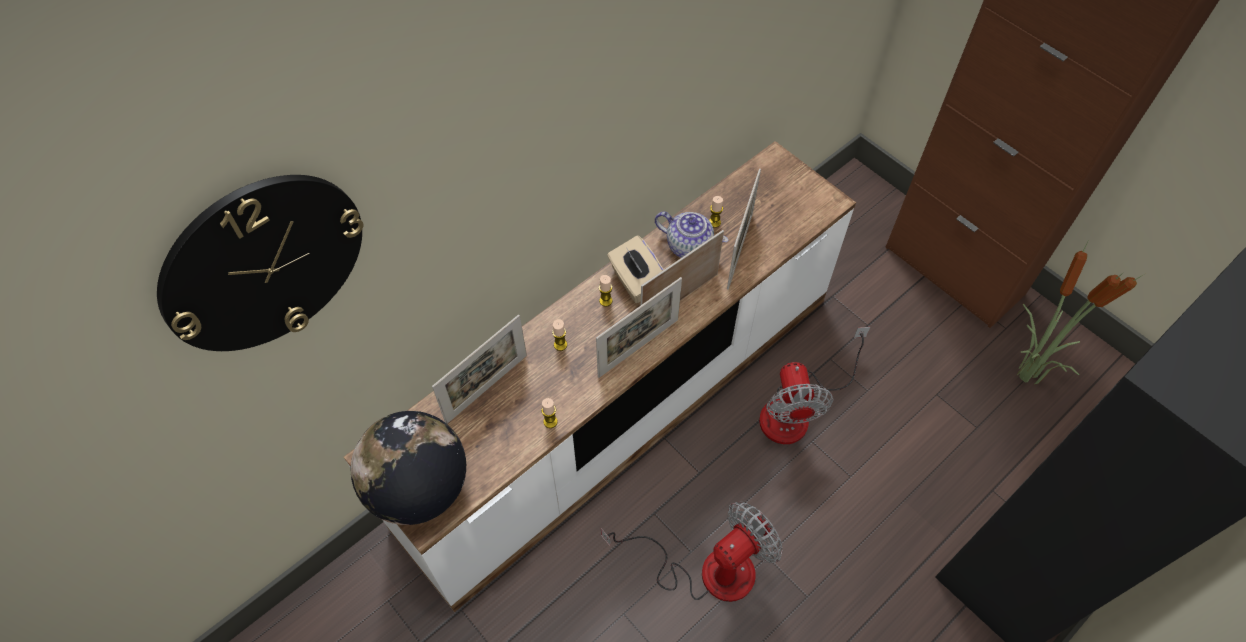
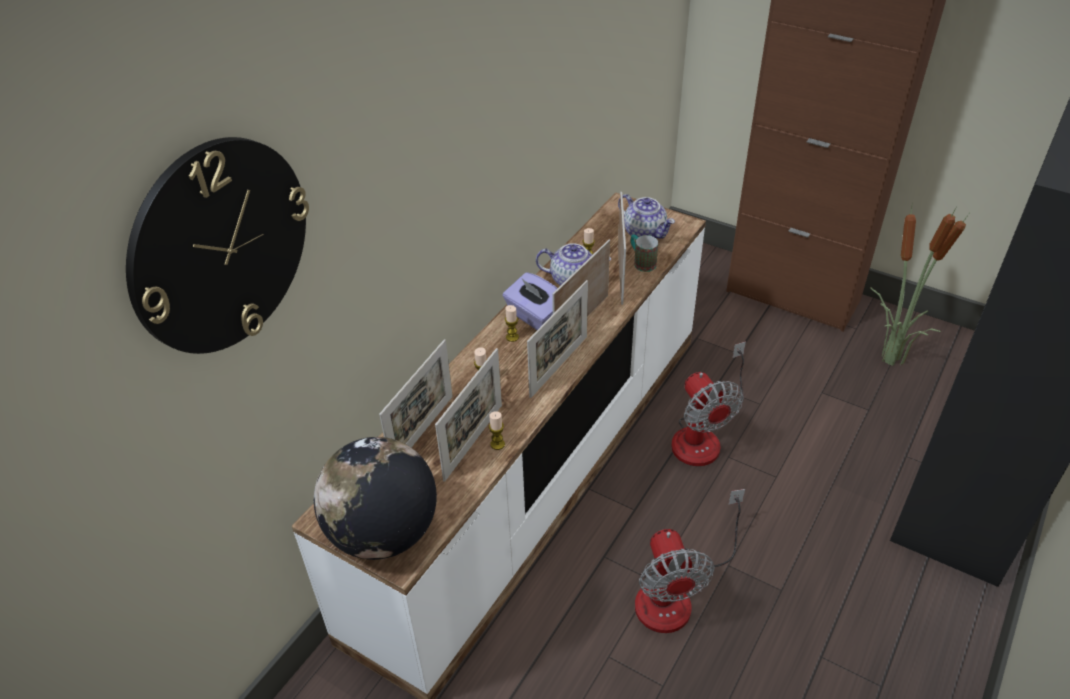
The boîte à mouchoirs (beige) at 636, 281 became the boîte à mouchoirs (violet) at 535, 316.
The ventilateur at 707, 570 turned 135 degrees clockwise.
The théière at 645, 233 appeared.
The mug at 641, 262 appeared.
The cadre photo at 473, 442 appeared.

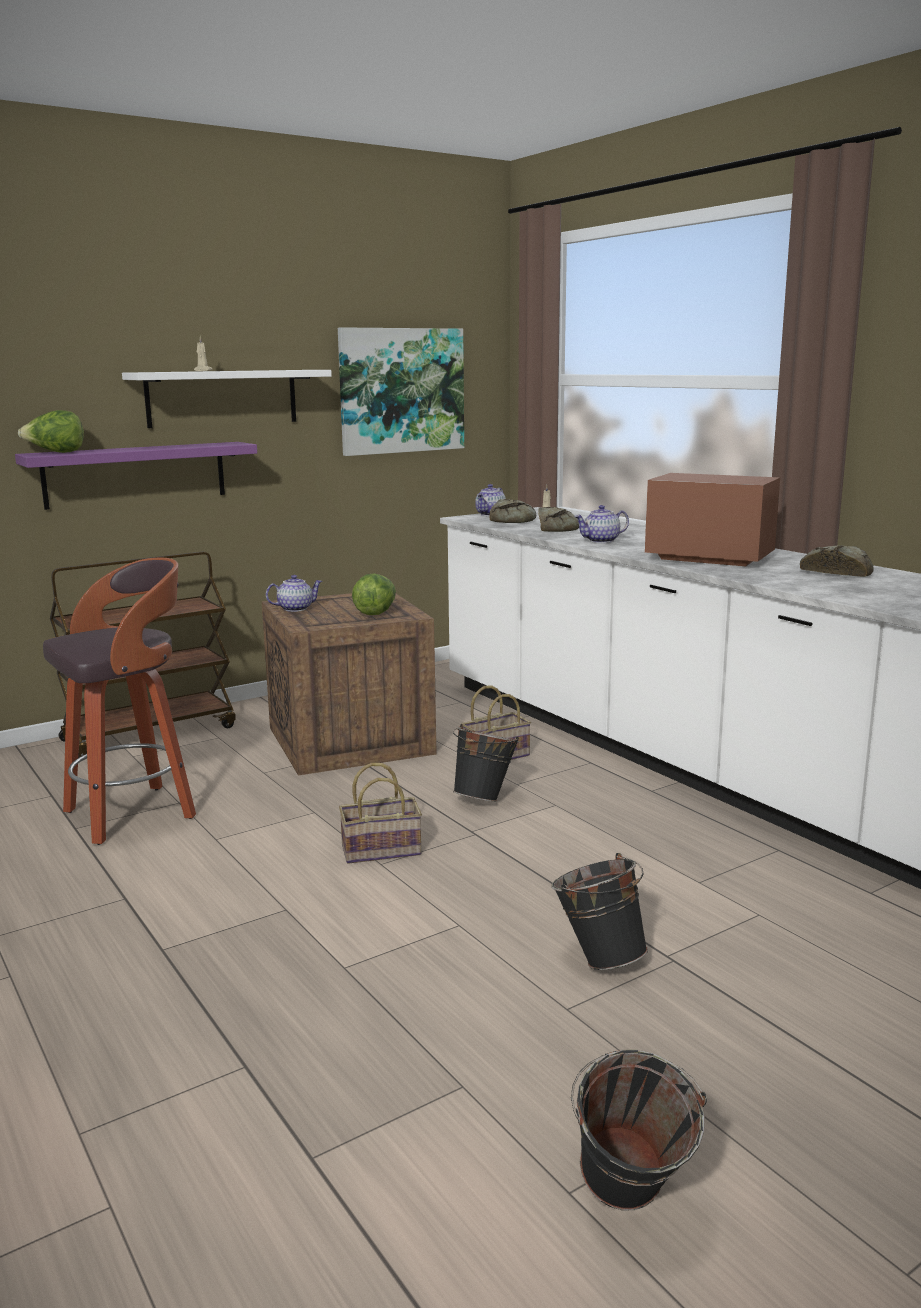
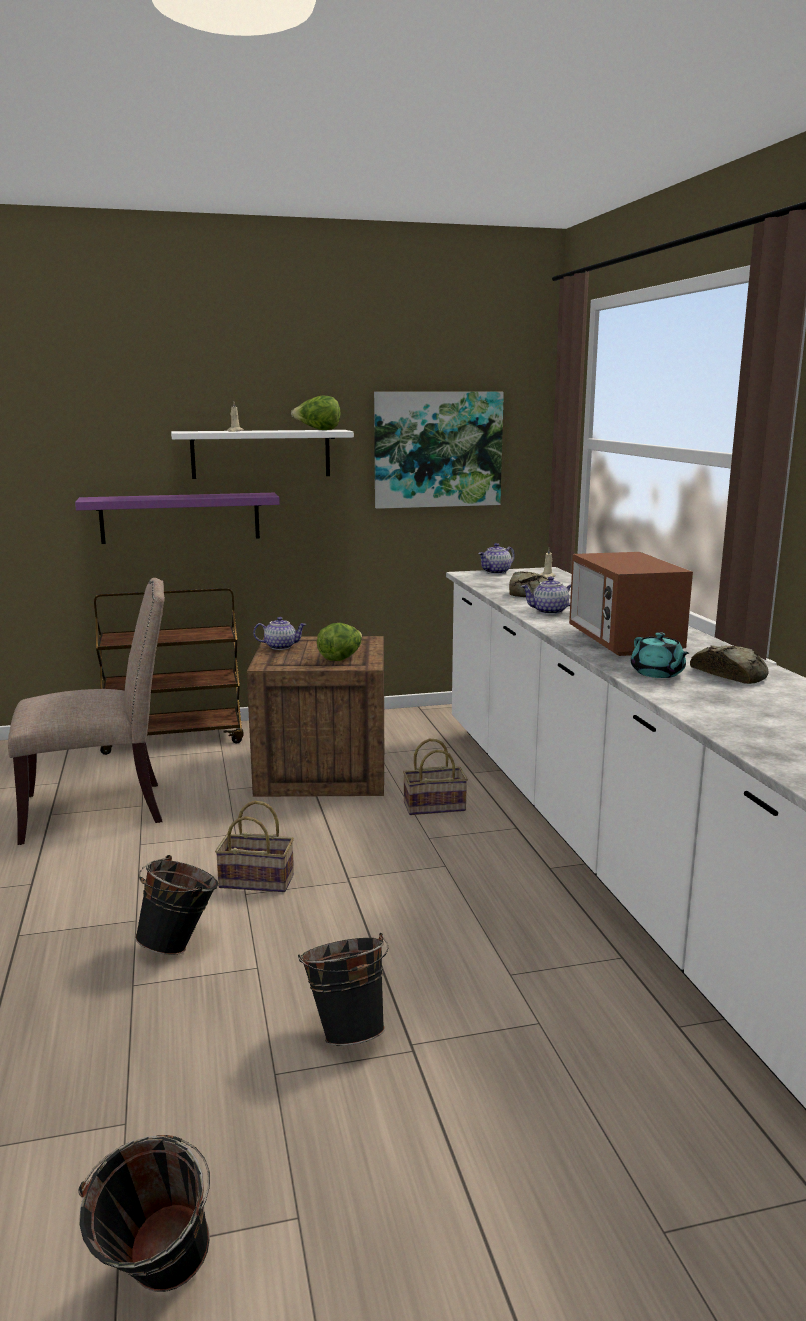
The laitue moved from 56, 453 to 318, 430.
The micro-ondes at 709, 558 turned 150 degrees counterclockwise.
The pain at 514, 520 disappeared.
The tabouret at 133, 814 was replaced by the chaise (beige) at 101, 809.
The seau (noir) moved from 485, 798 to 180, 945.
The théière (turquoise) at 657, 673 appeared.

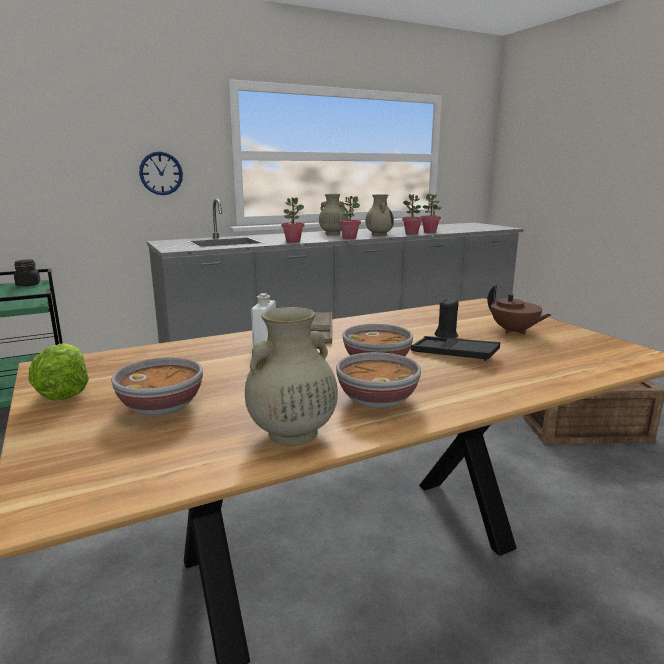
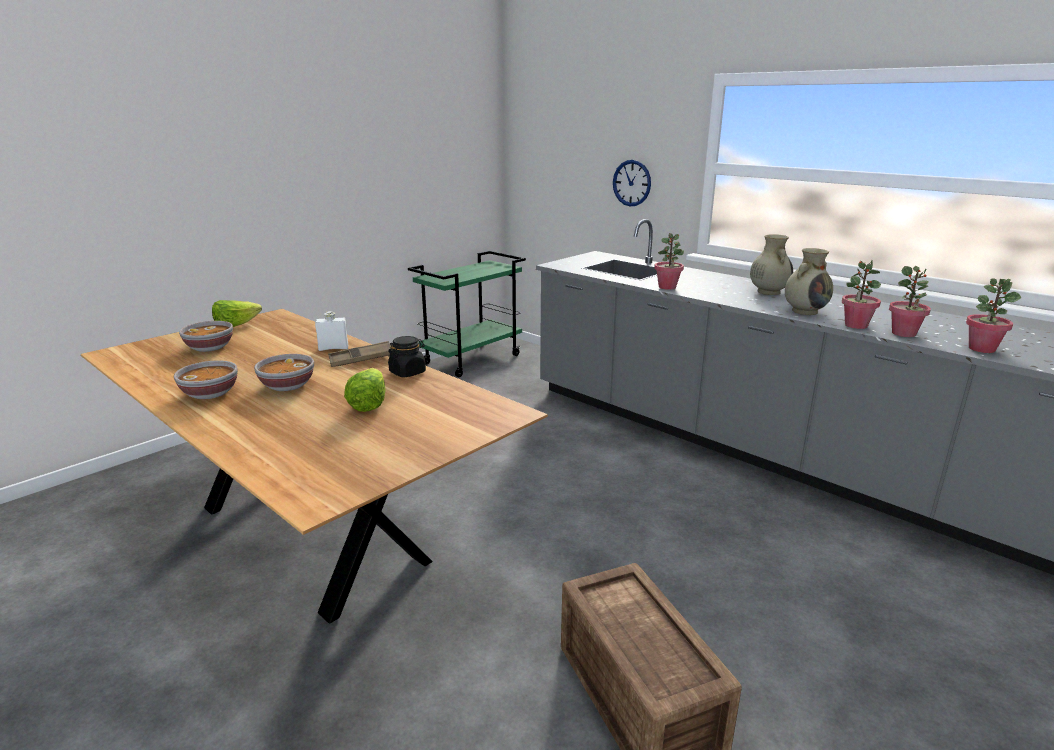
The plante en pot moved from 349, 238 to 981, 349.
The bocal (noir) moved from 28, 284 to 407, 372.
The théière (marron) at 514, 331 disappeared.
The bougie (noir) at 446, 335 was replaced by the laitue at 369, 403.
The vase (beige) at 291, 434 disappeared.
The plateau (noir) at 454, 354 disappeared.

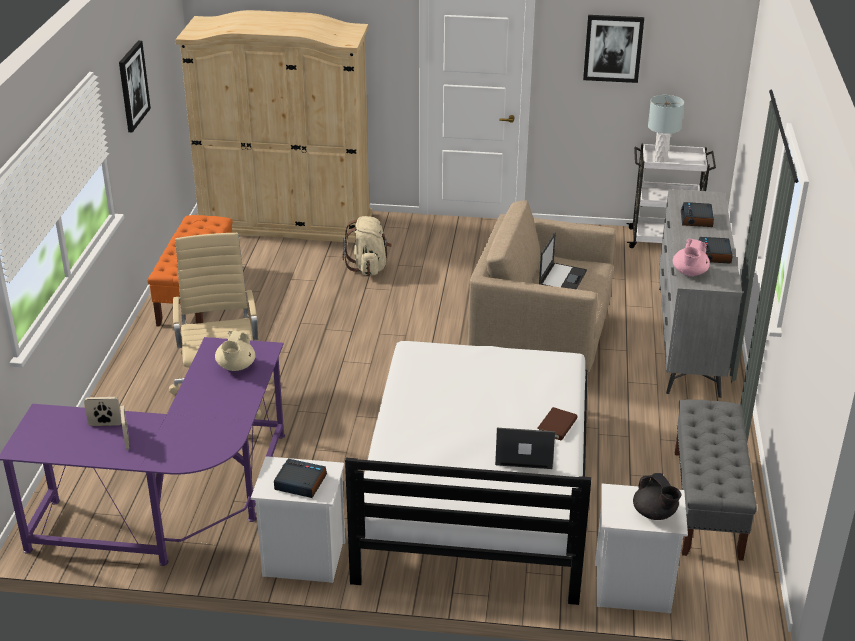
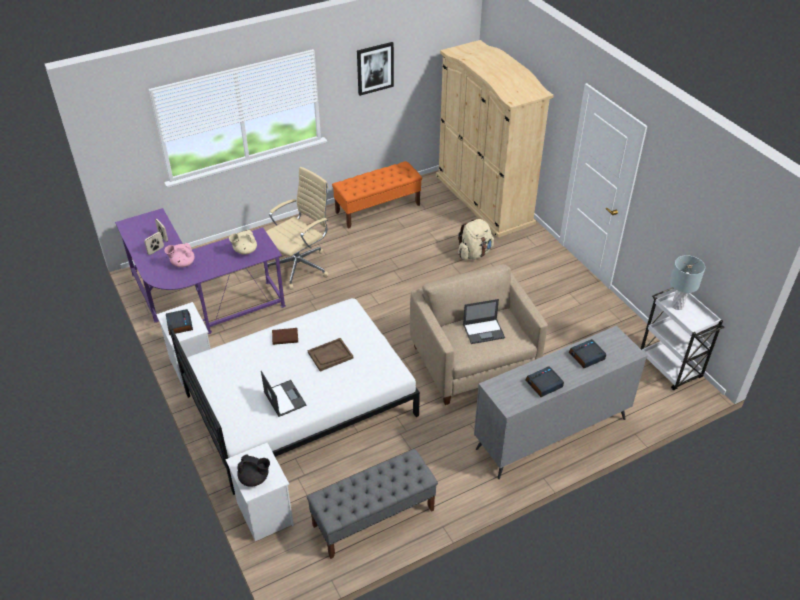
The tableau at 613, 48 disappeared.
The théière (rose) moved from 689, 273 to 182, 263.
The livre (marron) moved from 557, 426 to 285, 337.
The théière (noir) at 655, 513 turned 105 degrees counterclockwise.
The plateau (marron) at 330, 355 appeared.

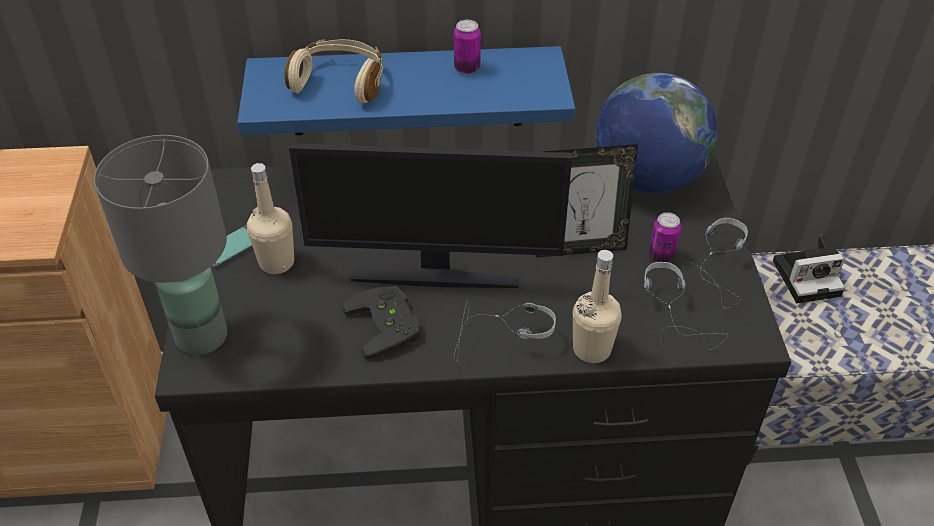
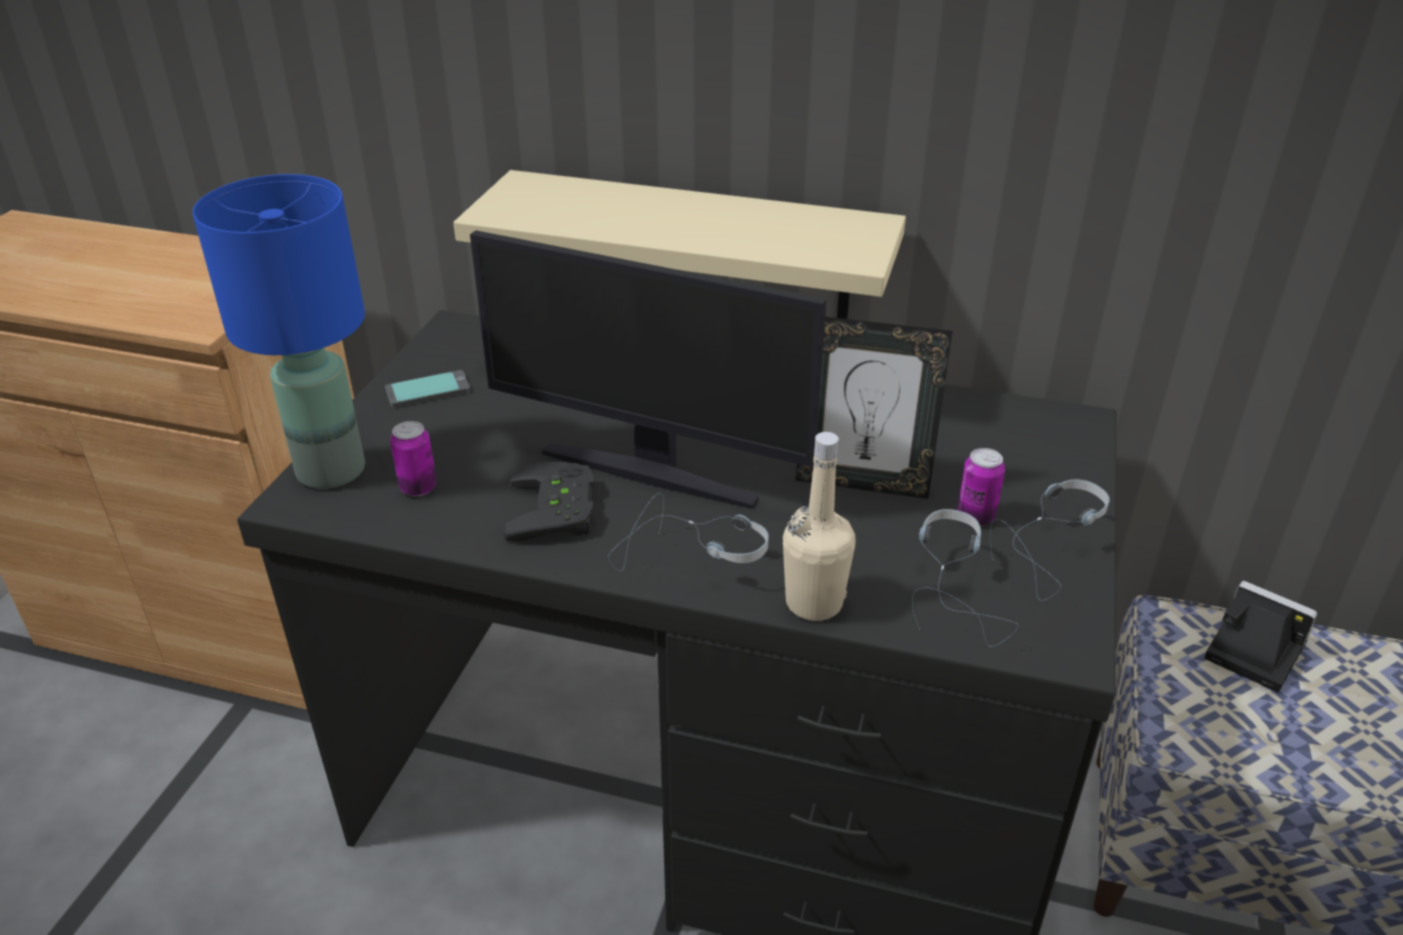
The boîte métallique moved from 467, 68 to 418, 488.
The casque audio (beige) at 340, 82 disappeared.
The étagère (bleu) at 407, 91 became the étagère (beige) at 700, 249.
The globe at 647, 178 disappeared.
The lampe de table (gris) at 200, 337 became the lampe de table (bleu) at 329, 471.
The bouteille (beige) at 276, 262 disappeared.
The appareil photo at 808, 277 turned 150 degrees counterclockwise.

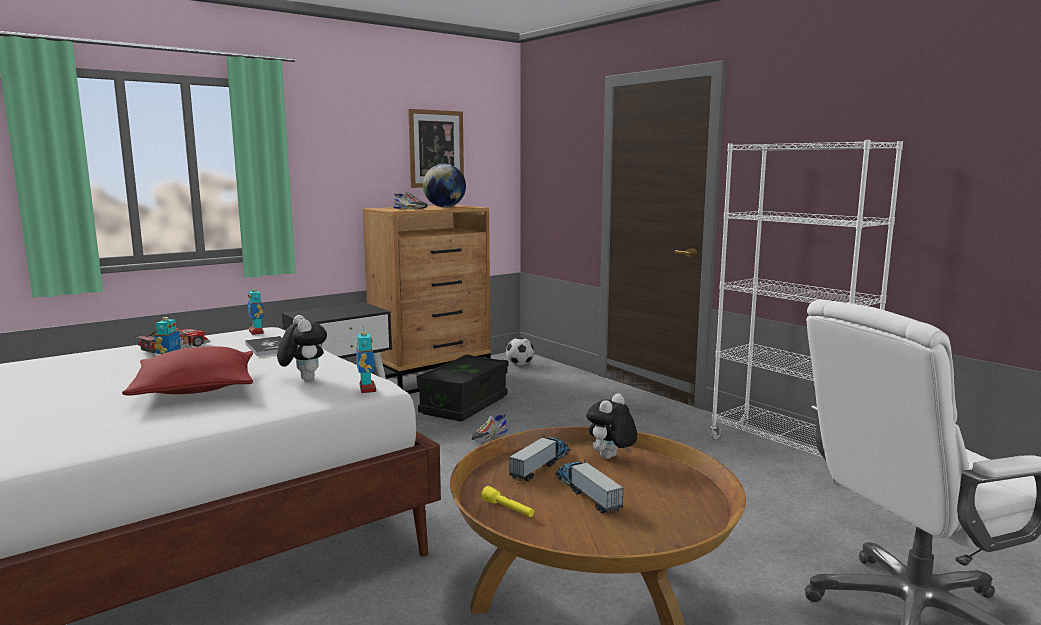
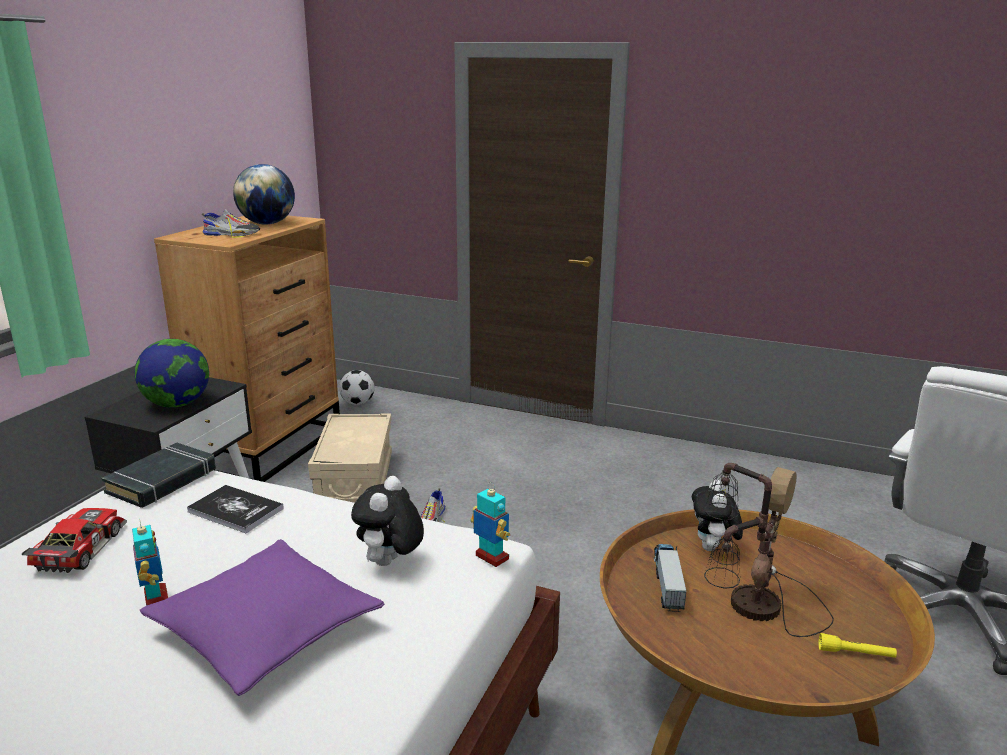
The tableau at 436, 149 disappeared.
The bibliothèque (blanc) at 786, 453 disappeared.
The robot jouet at 256, 332 was replaced by the livre (noir) at 162, 481.
The peluche at 303, 379 turned 105 degrees counterclockwise.
The coussin (rouge) at 195, 388 became the coussin (violet) at 265, 629.
The boîte de rangement (noir) at 464, 405 became the boîte de rangement (beige) at 355, 480.
The camion jouet at 586, 494 was replaced by the lampe de table at 751, 606.
The lampe de poche (jaune) moved from 508, 509 to 856, 653.
The globe at 177, 404 appeared.

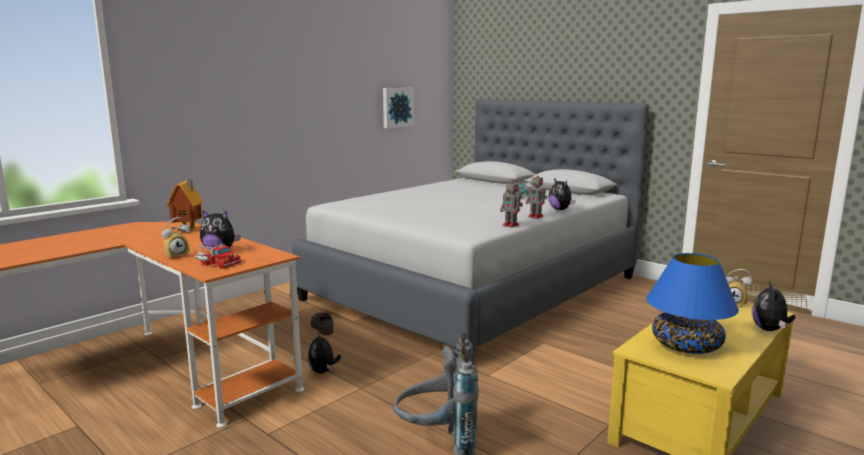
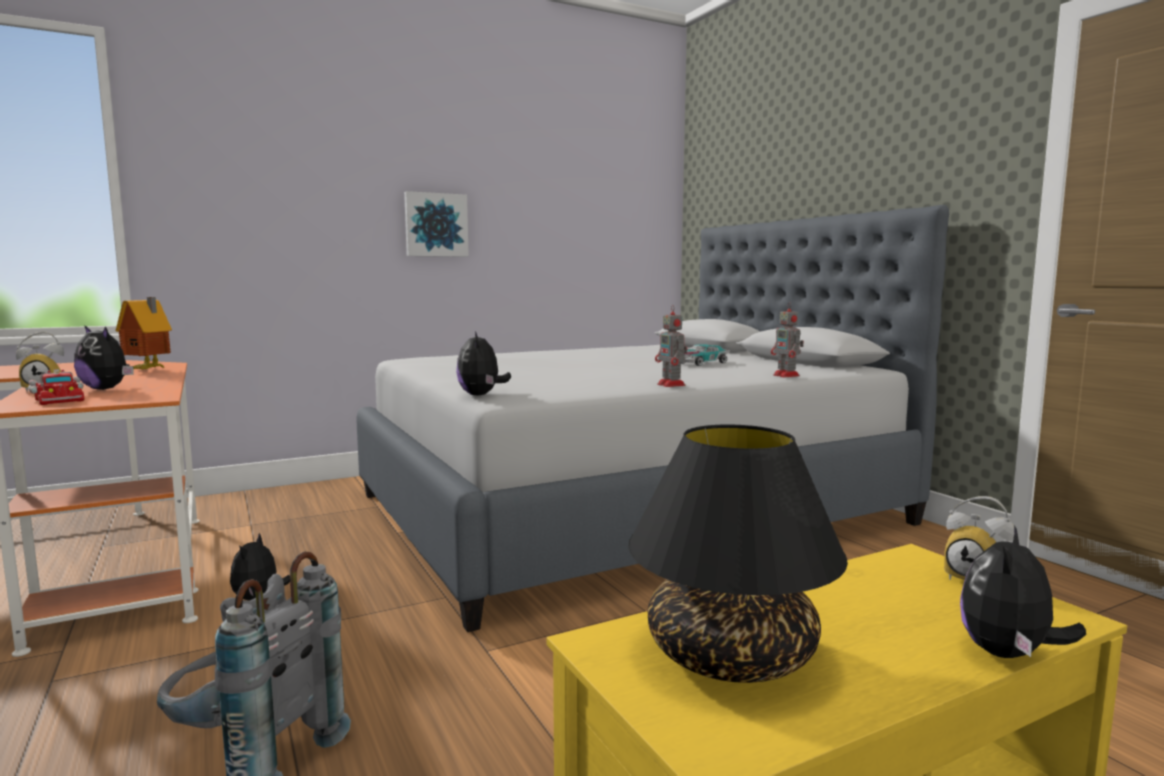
The tableau moved from 397, 107 to 436, 225.
The robot jouet moved from 511, 225 to 787, 375.
The peluche moved from 560, 209 to 481, 395.
The lampe de table (bleu) at 687, 346 became the lampe de table (noir) at 731, 657.
The chaussure (gris) at 321, 327 disappeared.

